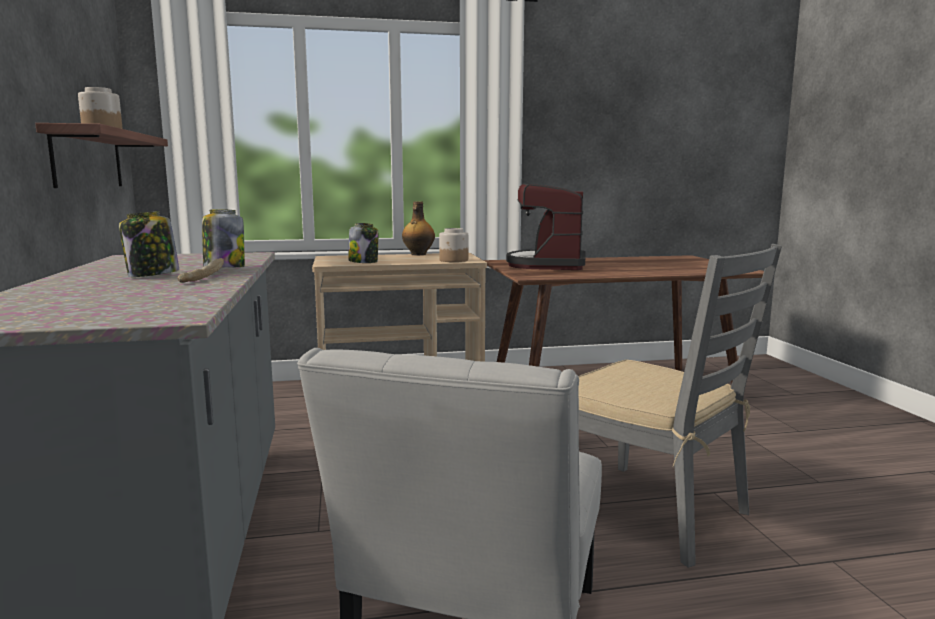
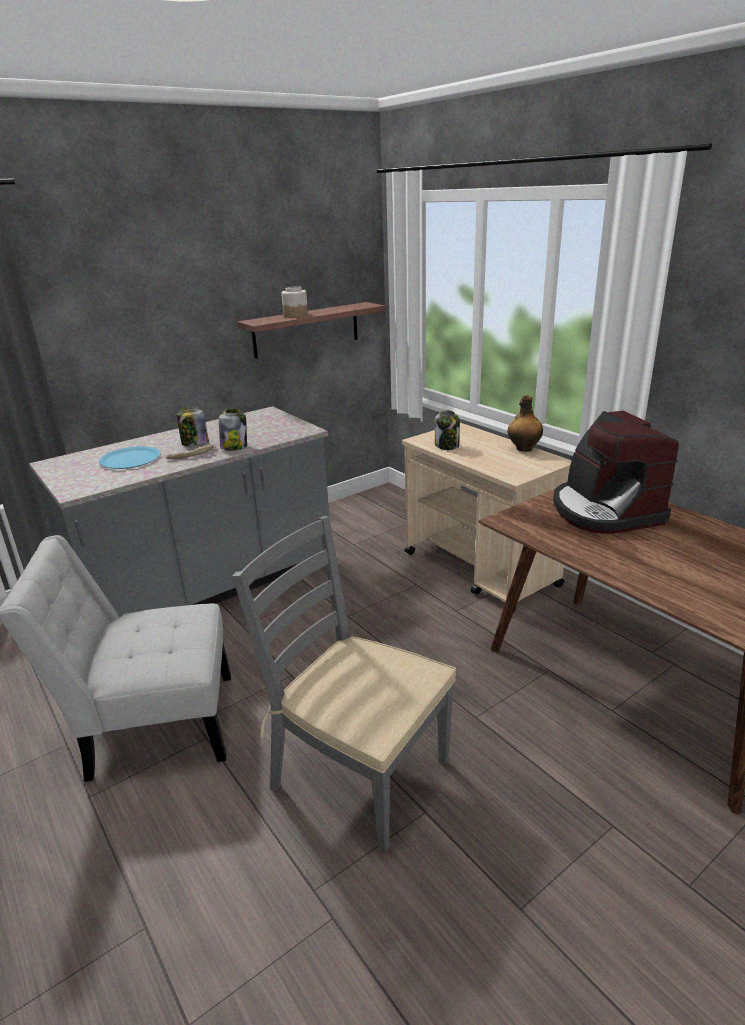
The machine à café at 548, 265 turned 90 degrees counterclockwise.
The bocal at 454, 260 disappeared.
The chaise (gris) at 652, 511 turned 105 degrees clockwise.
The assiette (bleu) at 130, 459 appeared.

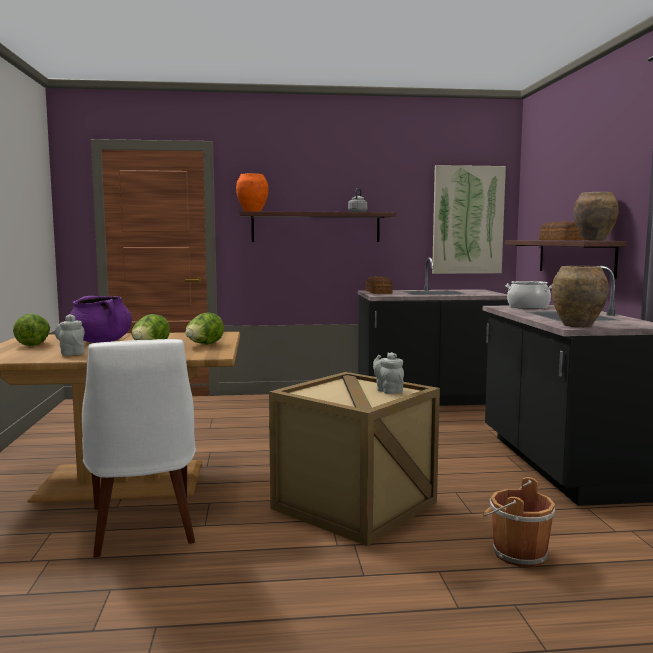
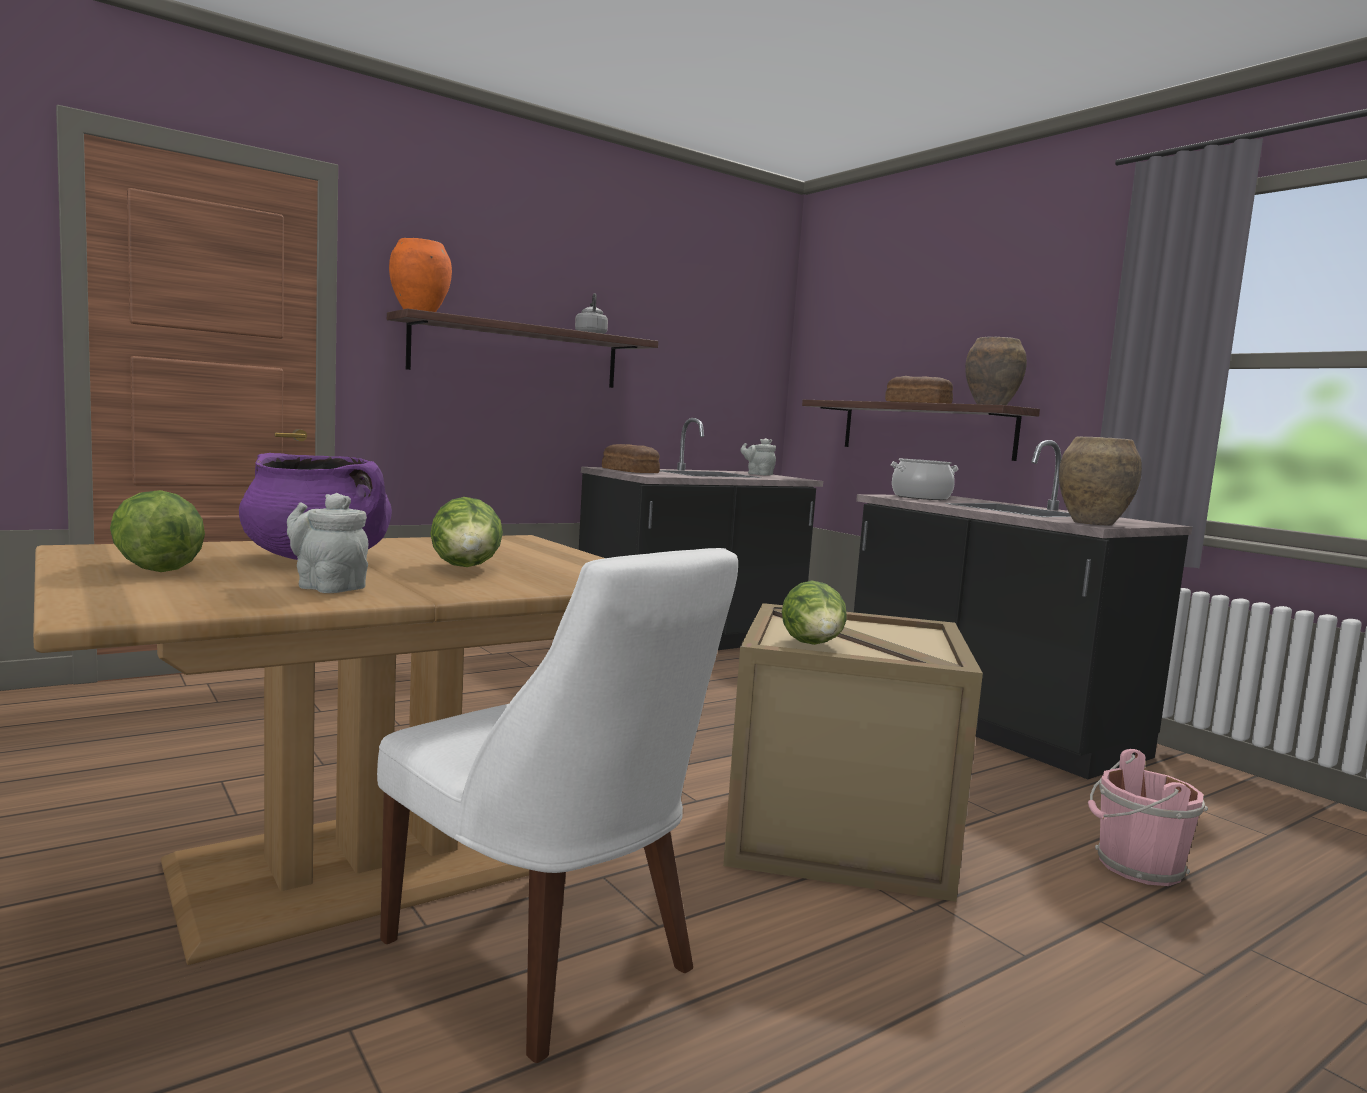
The tableau at 467, 220 disappeared.
The laitue moved from 204, 345 to 813, 646.
The théière (gris) moved from 388, 390 to 758, 474.
The seau (marron) at 517, 553 became the seau (rose) at 1136, 866.

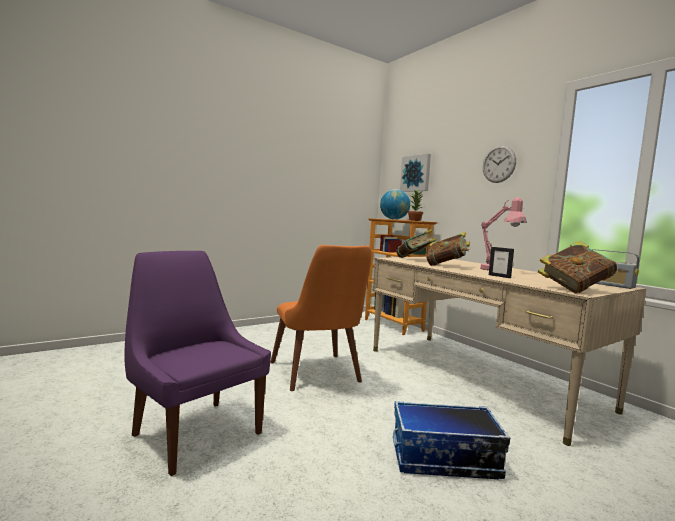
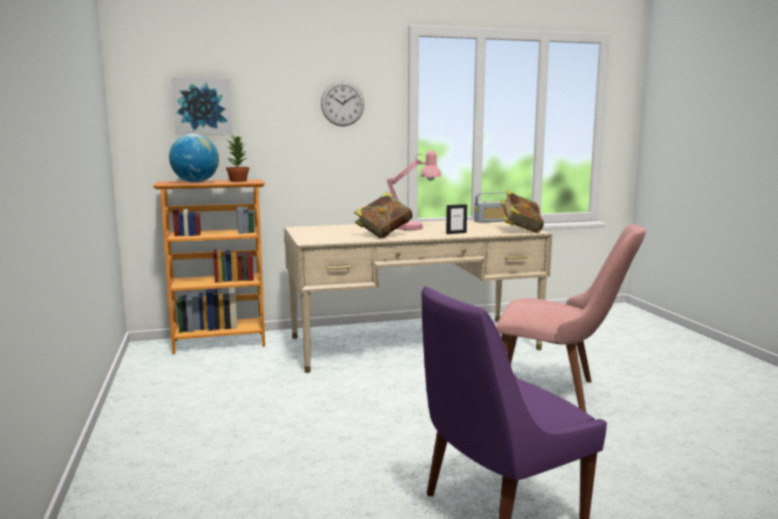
The livre at 414, 259 disappeared.
The chaise (orange) at 319, 376 disappeared.
The boîte de rangement at 444, 459 was replaced by the chaise (rose) at 558, 393.

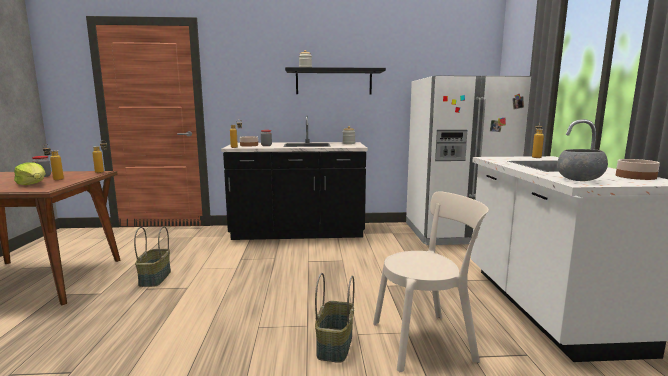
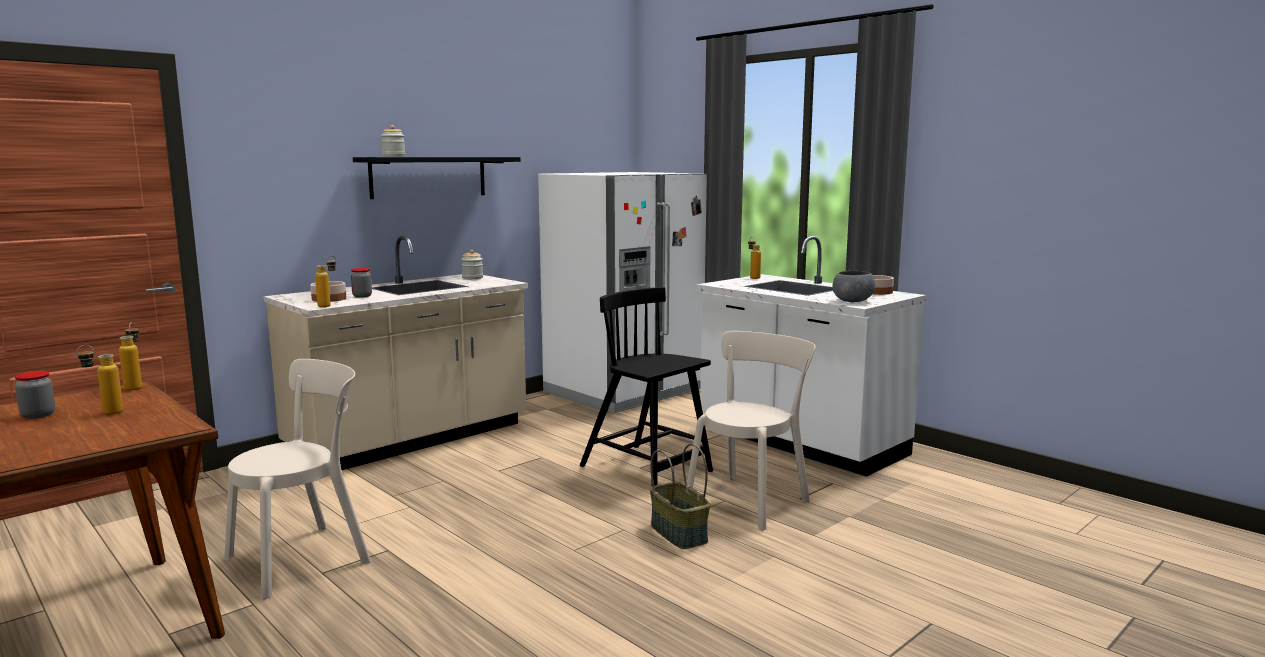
The comptoir de cuisine (noir) at 298, 233 became the comptoir de cuisine (beige) at 411, 441.
The laitue at 33, 184 disappeared.
The panier at 155, 278 was replaced by the chaise (beige) at 304, 558.
The chaise (noir) at 647, 469 appeared.

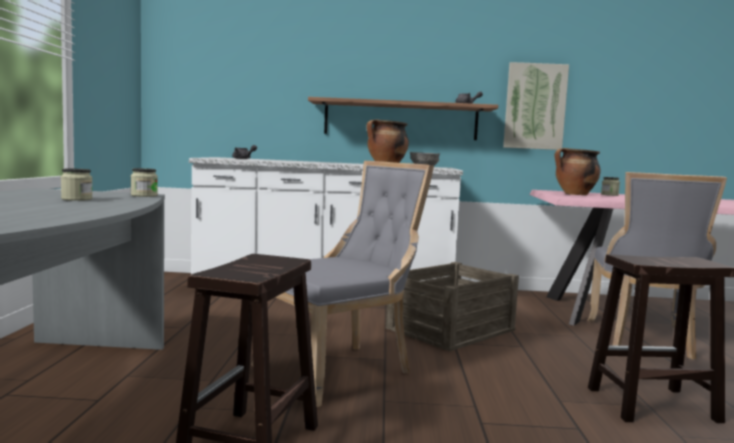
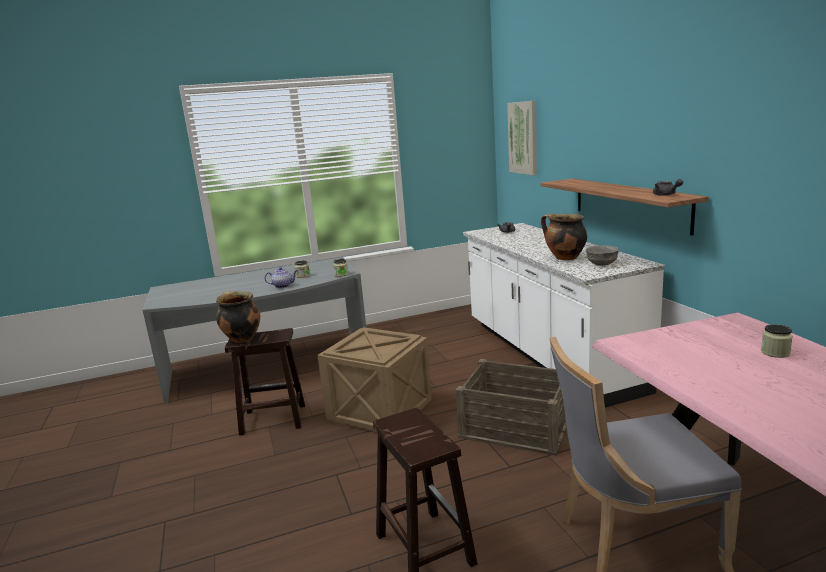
The tableau moved from 535, 106 to 523, 138.
The marmite moved from 575, 194 to 241, 338.
The chaise (gris) at 340, 370 was replaced by the caisse at 381, 411.
The théière at 283, 286 appeared.

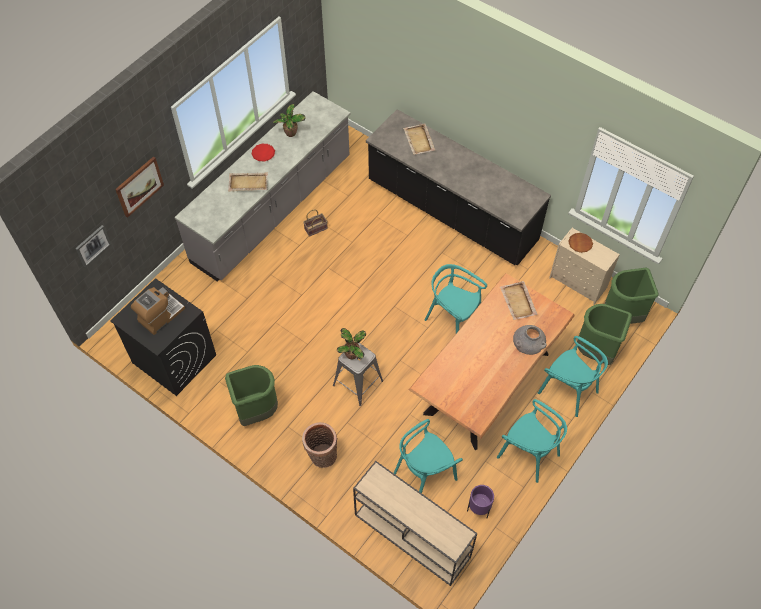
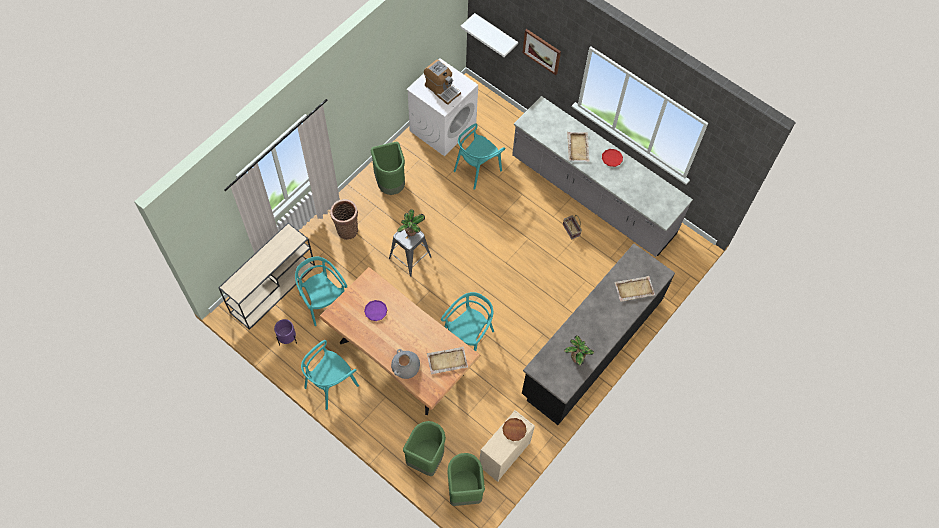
The plante en pot moved from 290, 133 to 576, 358.
The tableau at 92, 245 was replaced by the étagère (blanc) at 495, 33.
The lave-linge (noir) at 173, 359 became the lave-linge (blanc) at 443, 127.
The chaise (turquoise) moved from 568, 390 to 477, 169.
The assiette (violet) at 375, 311 appeared.

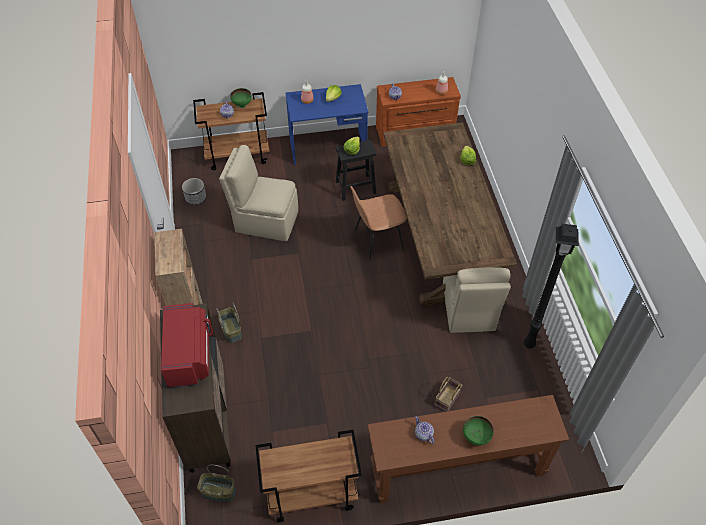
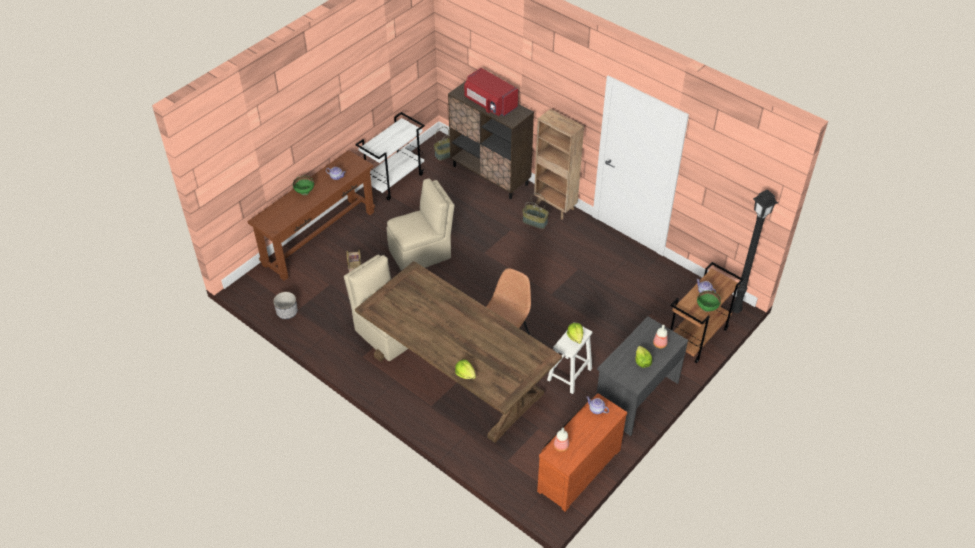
The bureau (bleu) at 328, 147 became the bureau (gris) at 635, 396.
The tabouret (noir) at 355, 187 became the tabouret (blanc) at 570, 374.
The chaise (beige) moved from 265, 221 to 421, 253.
The cache-pot moved from 196, 198 to 287, 312.
The lampadaire (noir) moved from 530, 344 to 736, 310.
The chariot (marron) at 311, 495 became the chariot (blanc) at 394, 180.

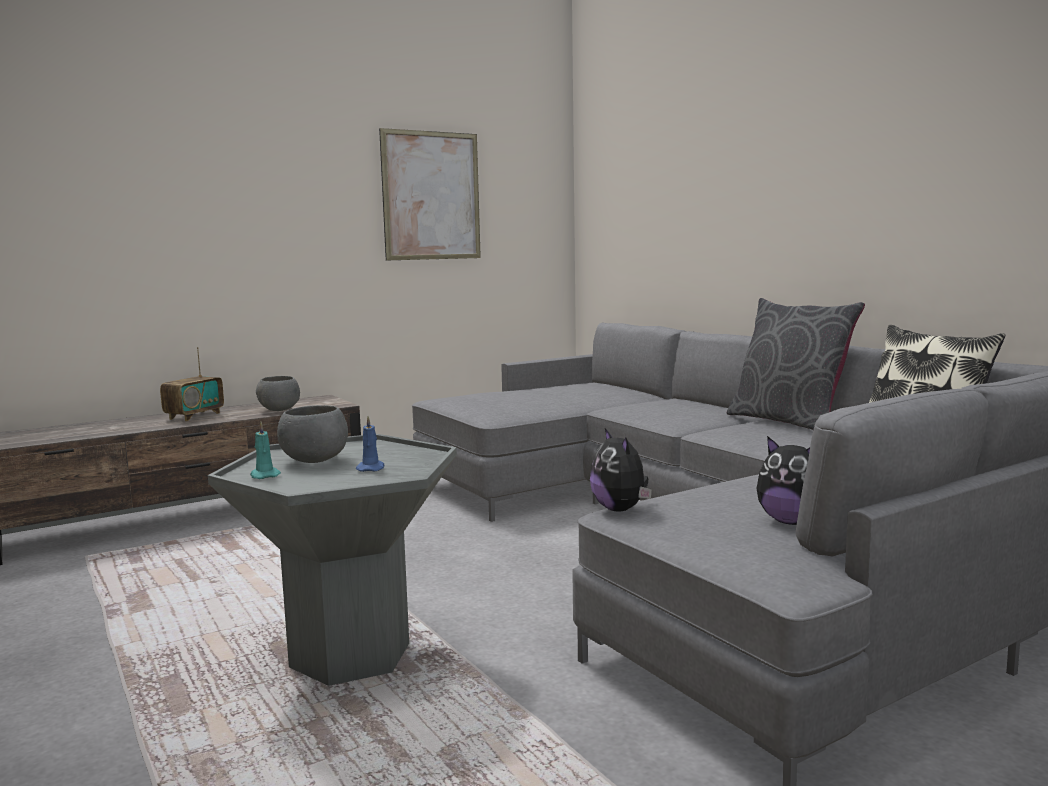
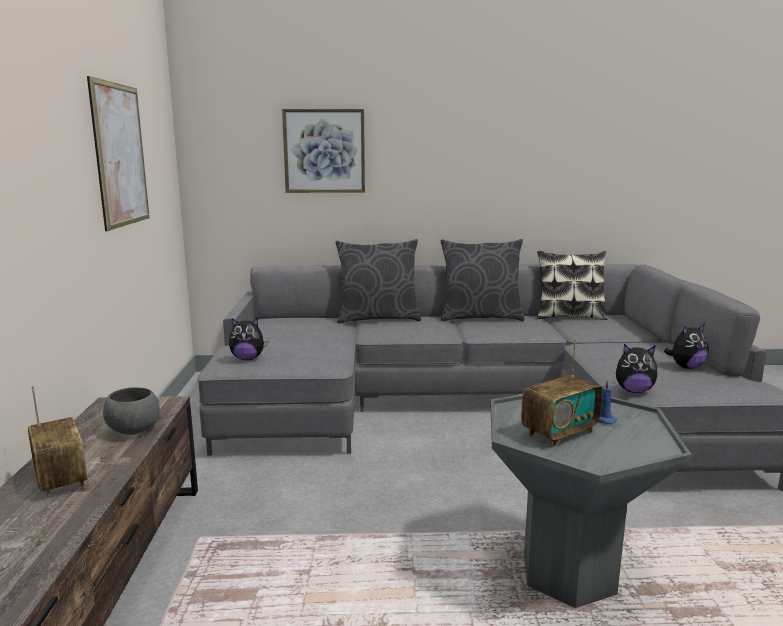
The bol (gris) at 315, 461 was replaced by the radio at 559, 433.
The bougie (turquoise) at 264, 475 disappeared.
The tableau at 324, 151 appeared.
The coussin (gris) at 378, 318 appeared.
The peluche at 248, 358 appeared.

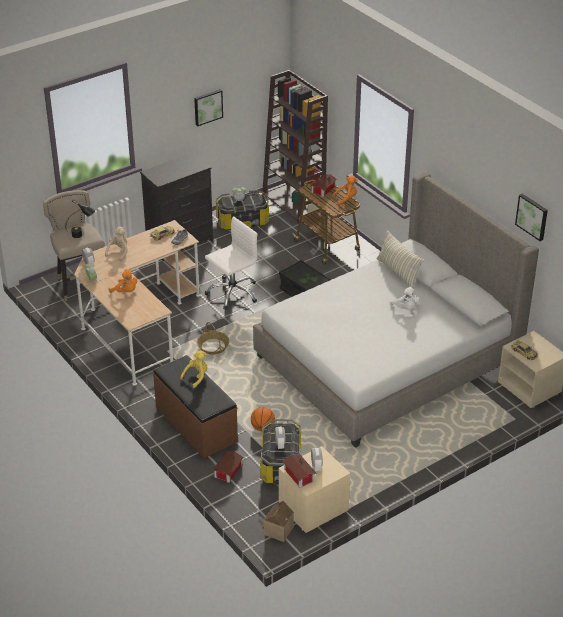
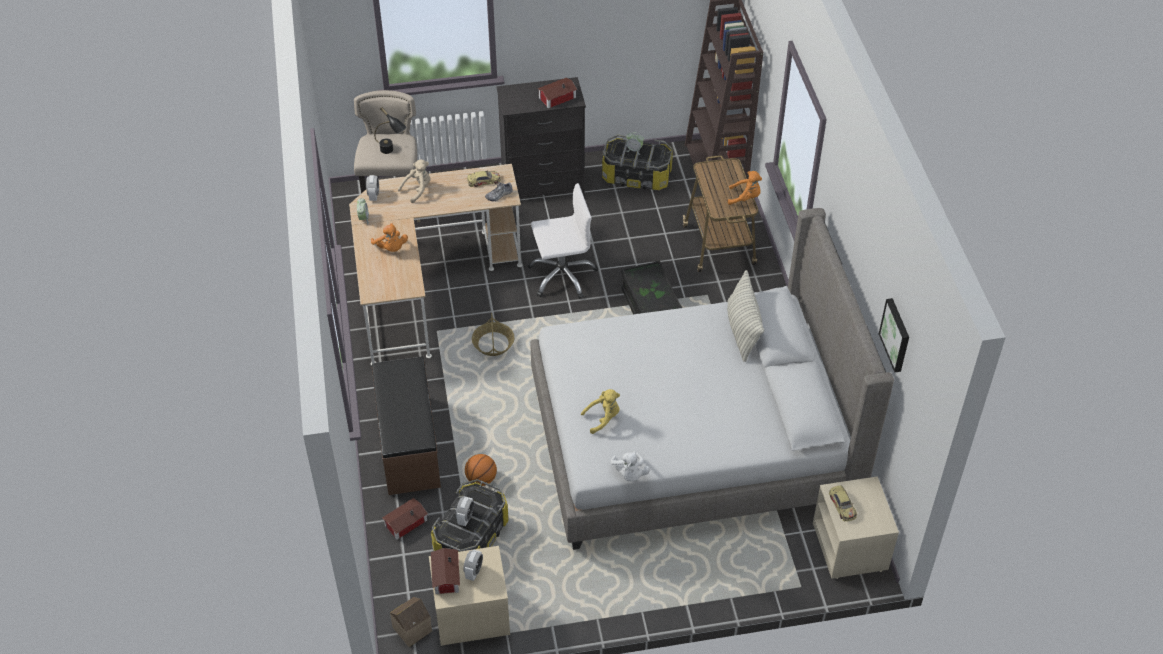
The tableau at 207, 107 disappeared.
The maison miniature moved from 322, 189 to 556, 97.
The peluche (blanc) moved from 405, 308 to 629, 474.
The peluche (jaune) moved from 196, 377 to 603, 418.

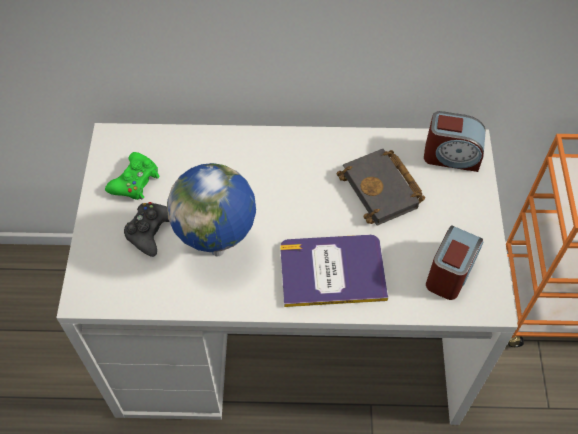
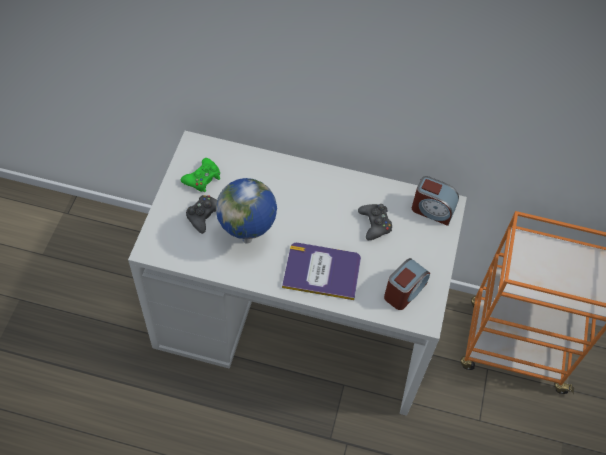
The livre (noir) at 383, 191 was replaced by the manette (noir) at 375, 224.

